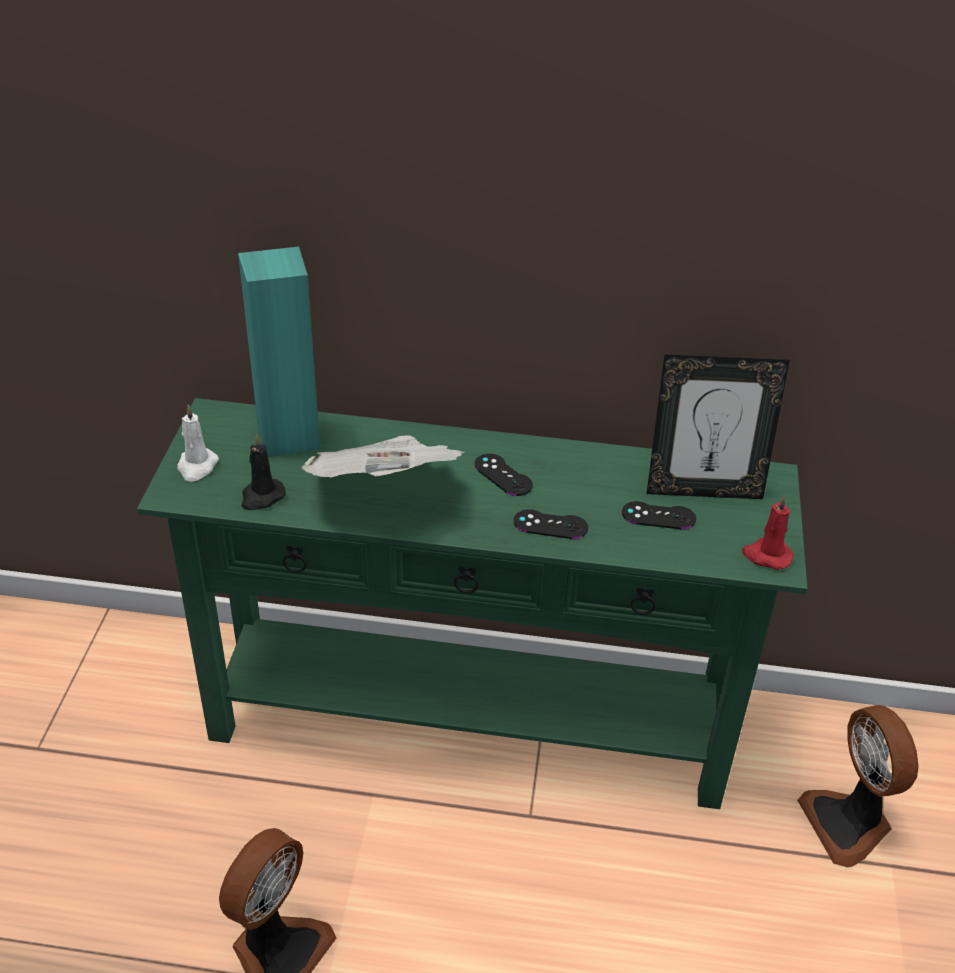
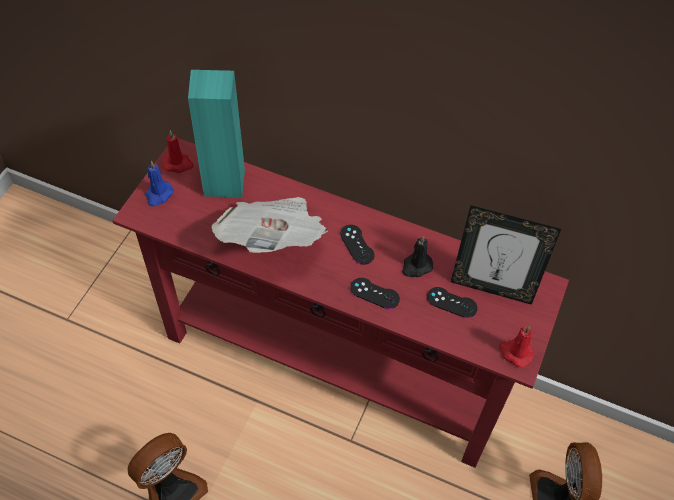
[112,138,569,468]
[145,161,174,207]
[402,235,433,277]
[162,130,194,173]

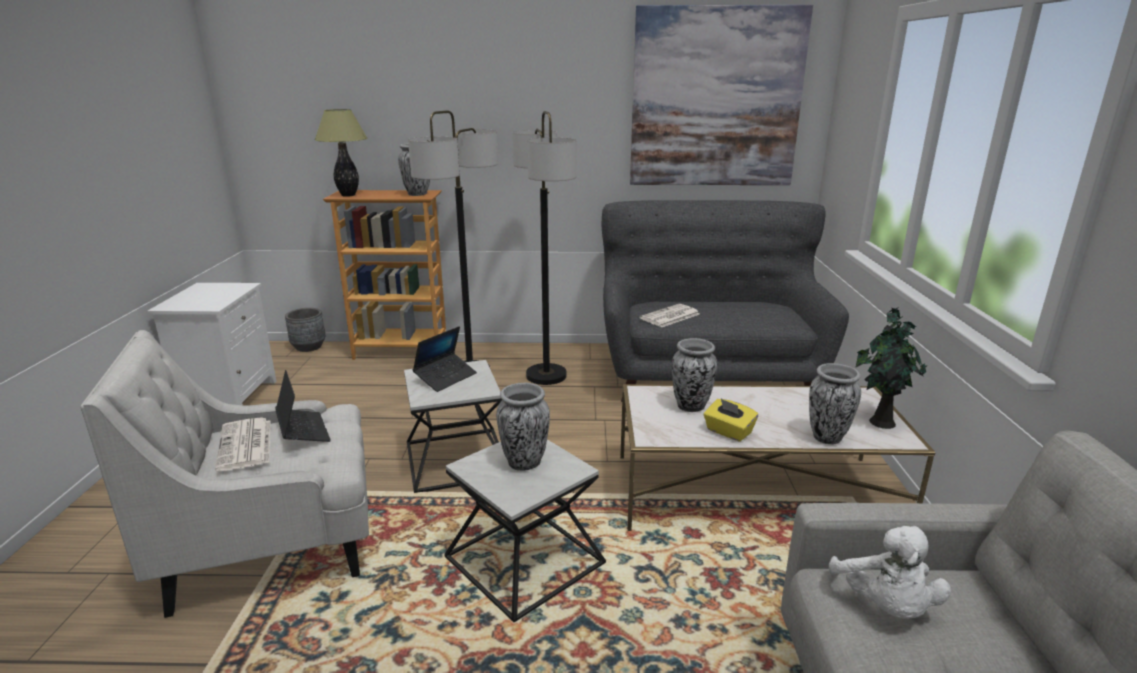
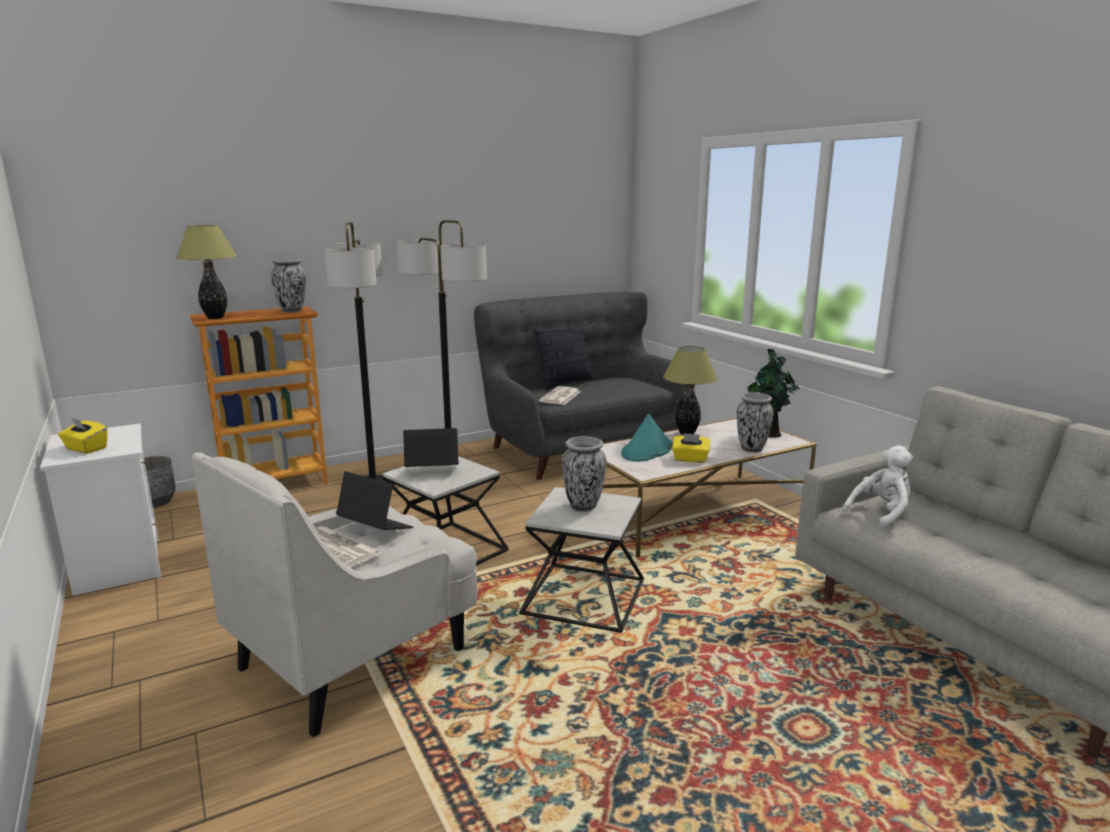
[630,5,813,185] (first image)
[403,428,459,467]
[621,414,673,461]
[842,445,913,530]
[533,328,595,390]
[663,346,718,435]
[58,417,107,454]

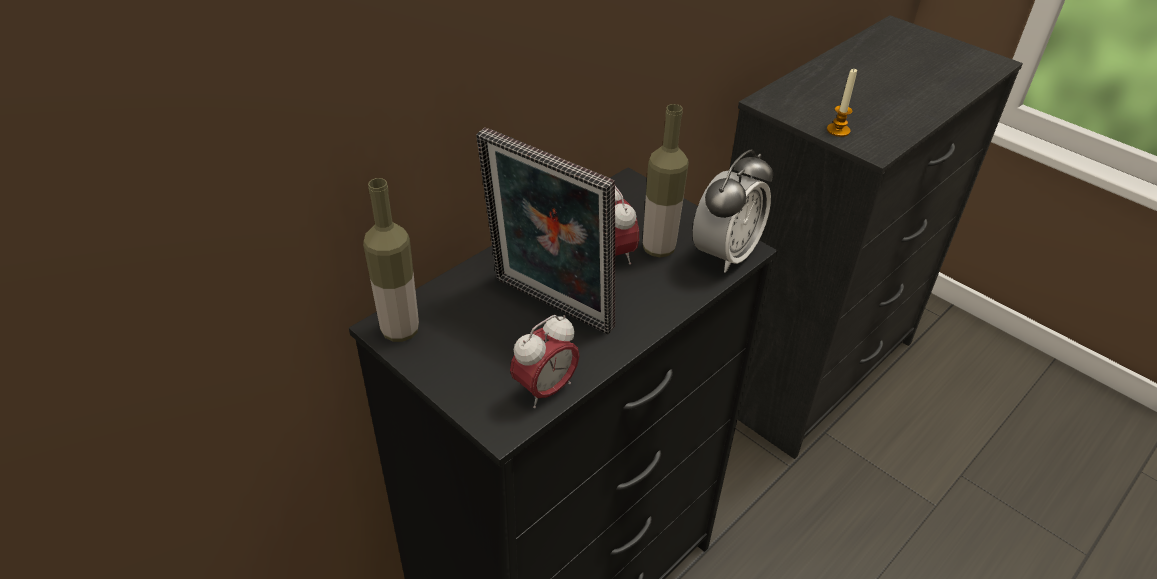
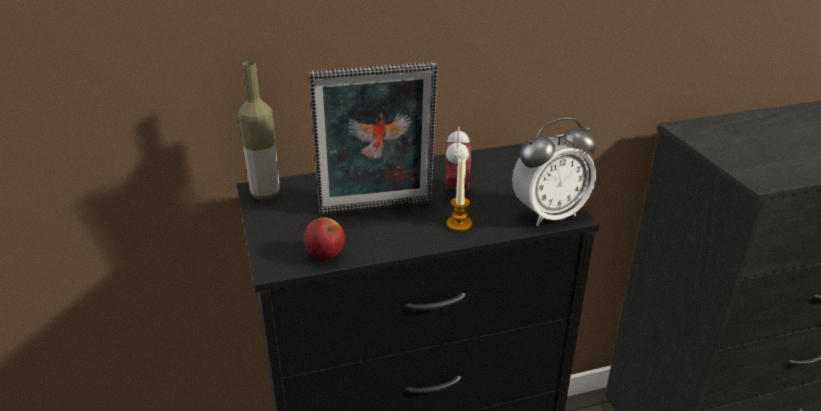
[447,158,472,231]
[643,104,689,257] (first image)
[309,62,438,214]
[304,217,345,260]

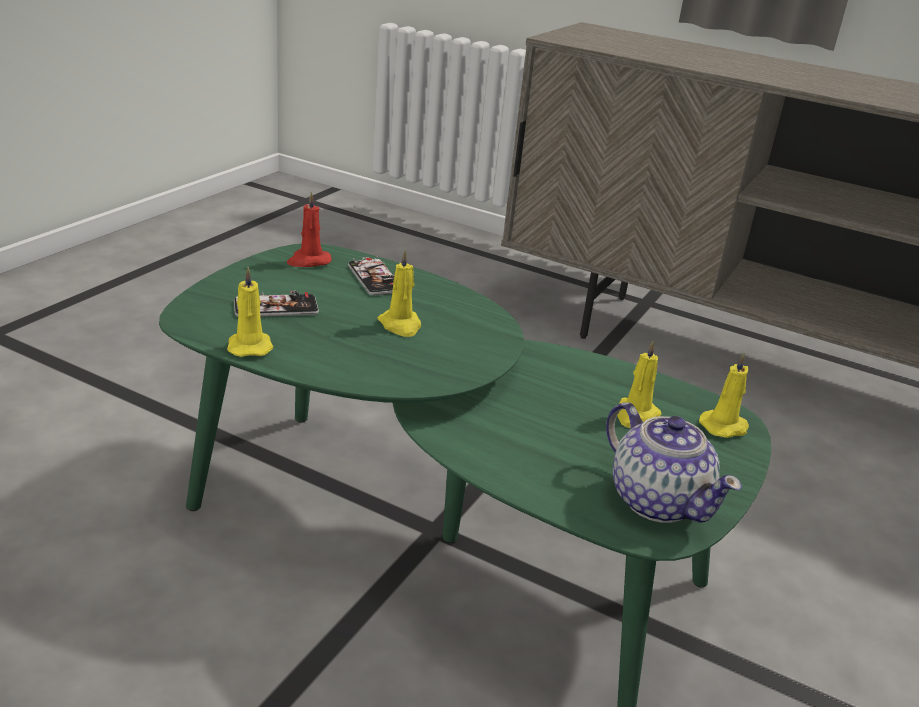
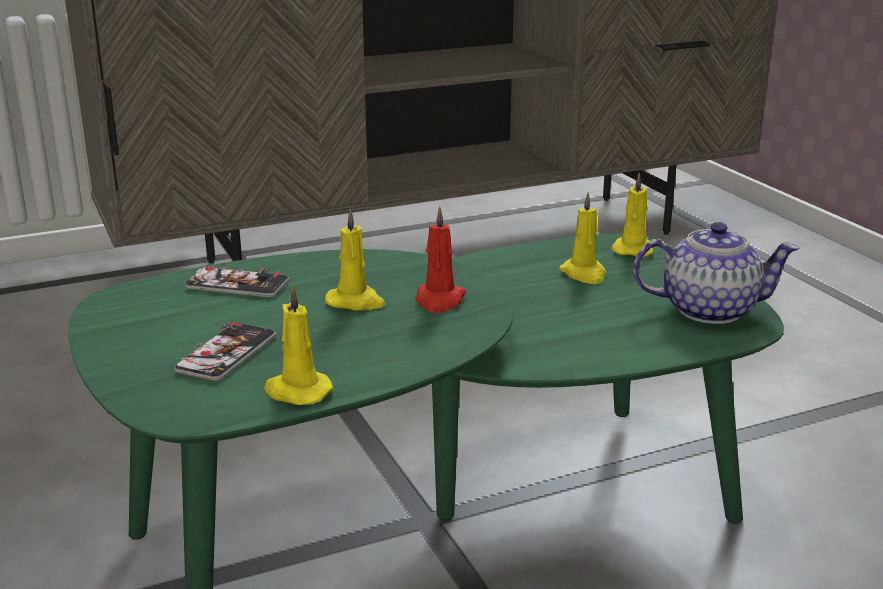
[415,206,466,313]

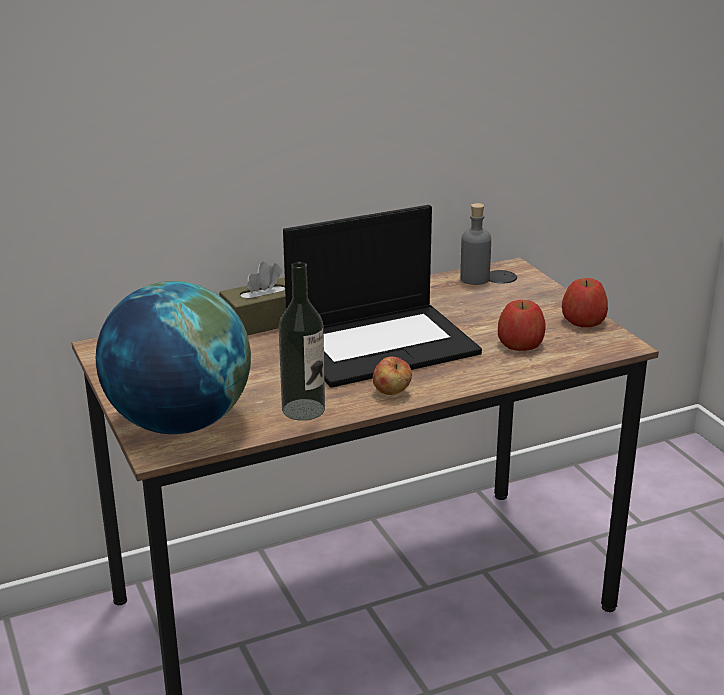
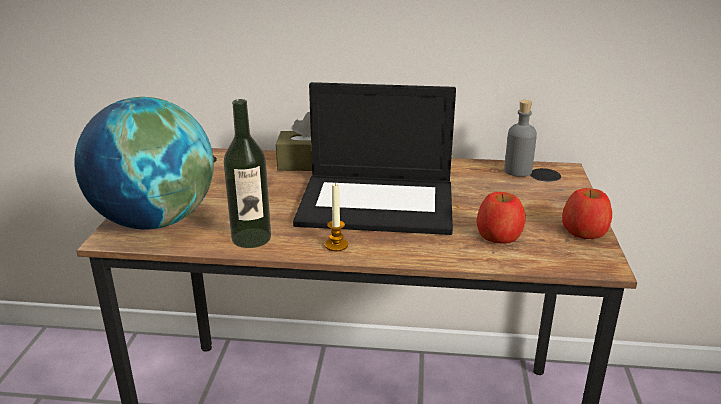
[325,183,348,251]

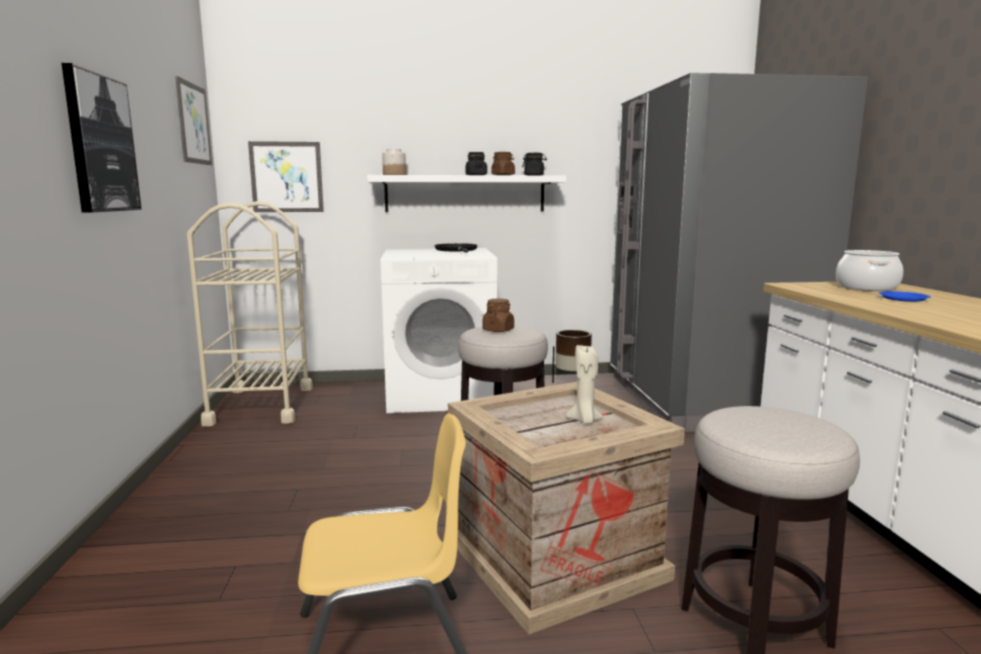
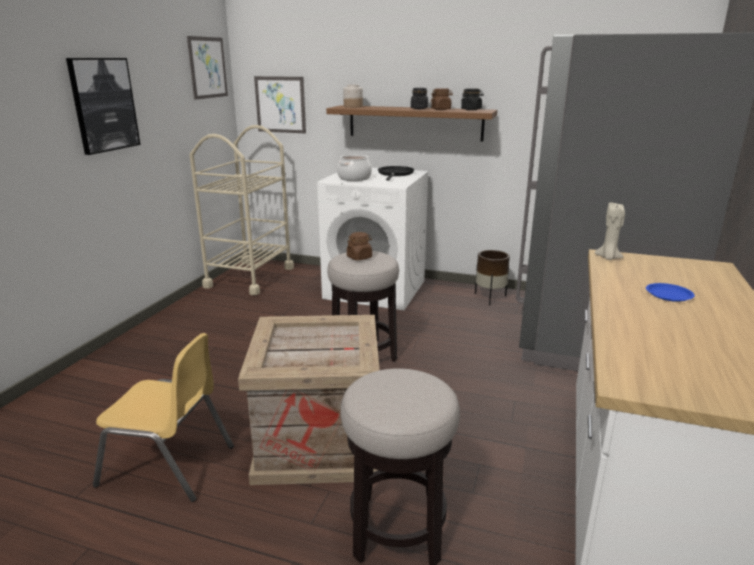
[326,105,497,142]
[337,155,372,181]
[595,202,625,260]

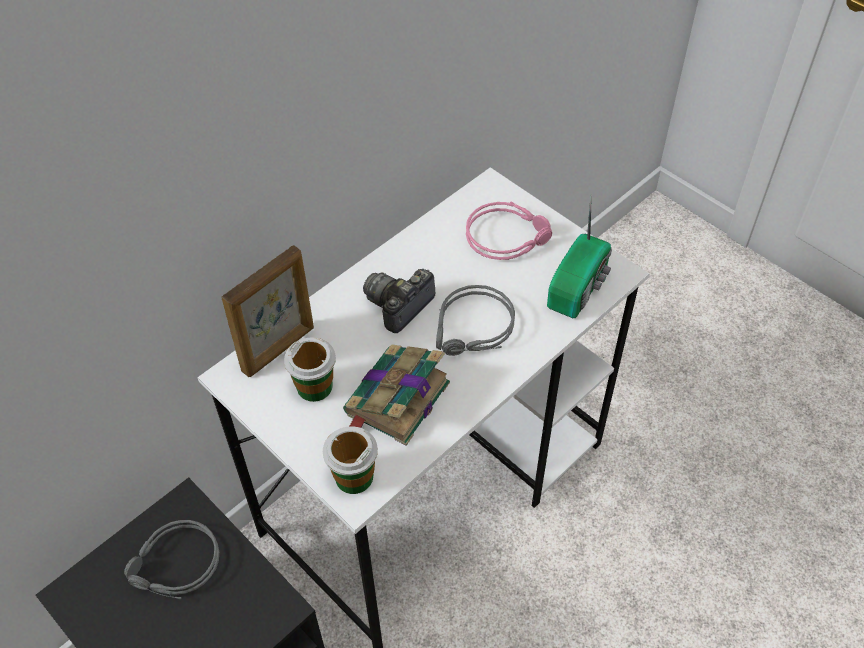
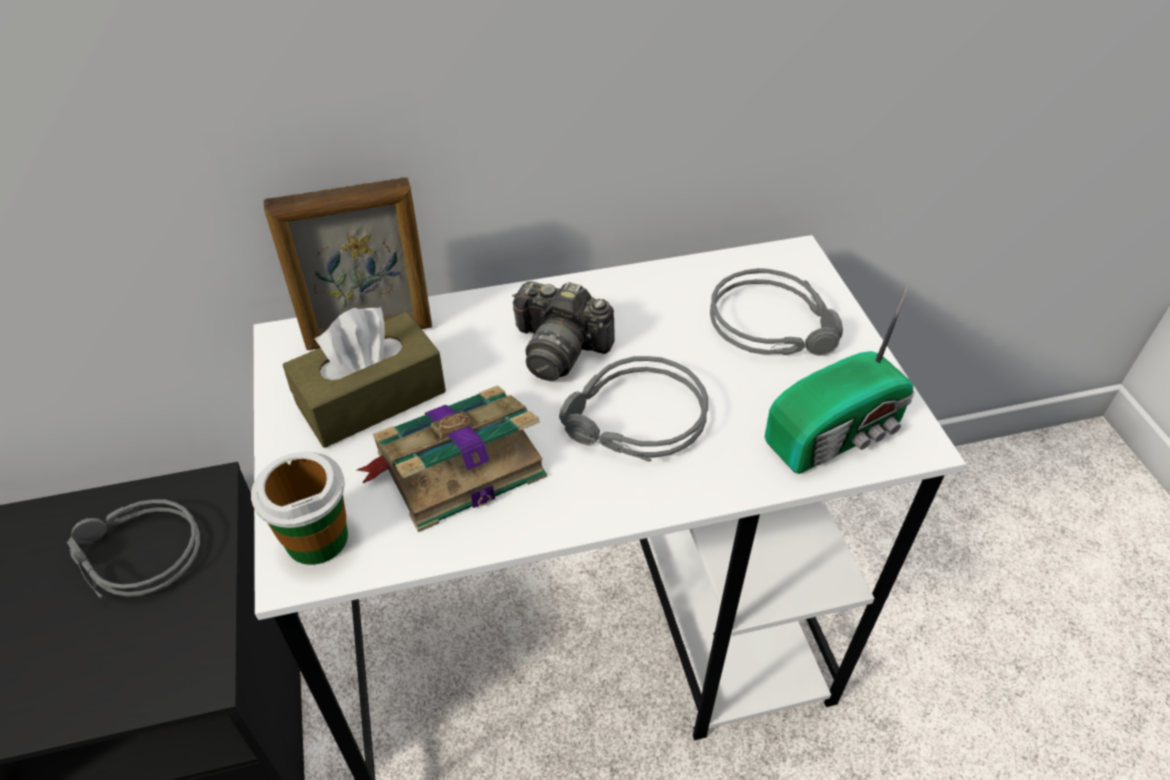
[710,268,843,356]
[512,281,615,381]
[283,307,446,448]

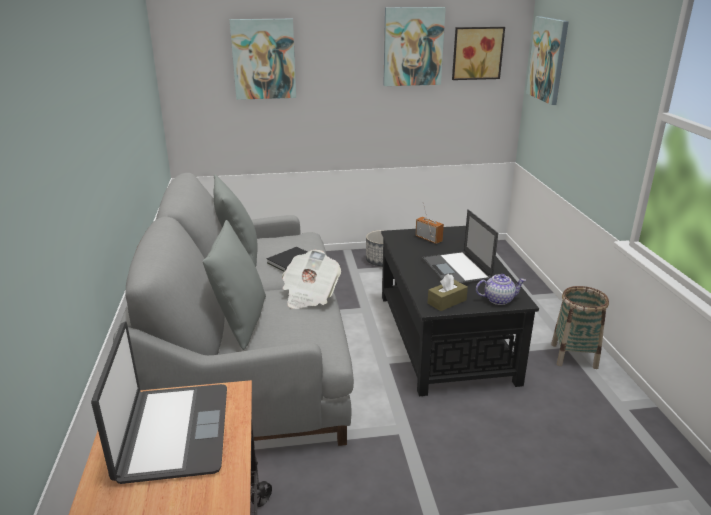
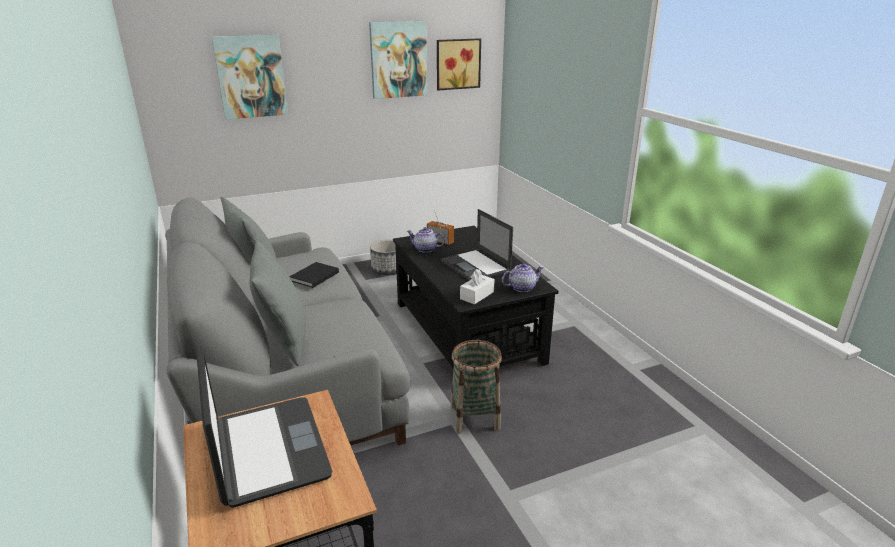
[526,16,569,105] (first image)
[282,250,341,309] (first image)
[460,269,495,305]
[451,340,502,434]
[407,227,445,253]

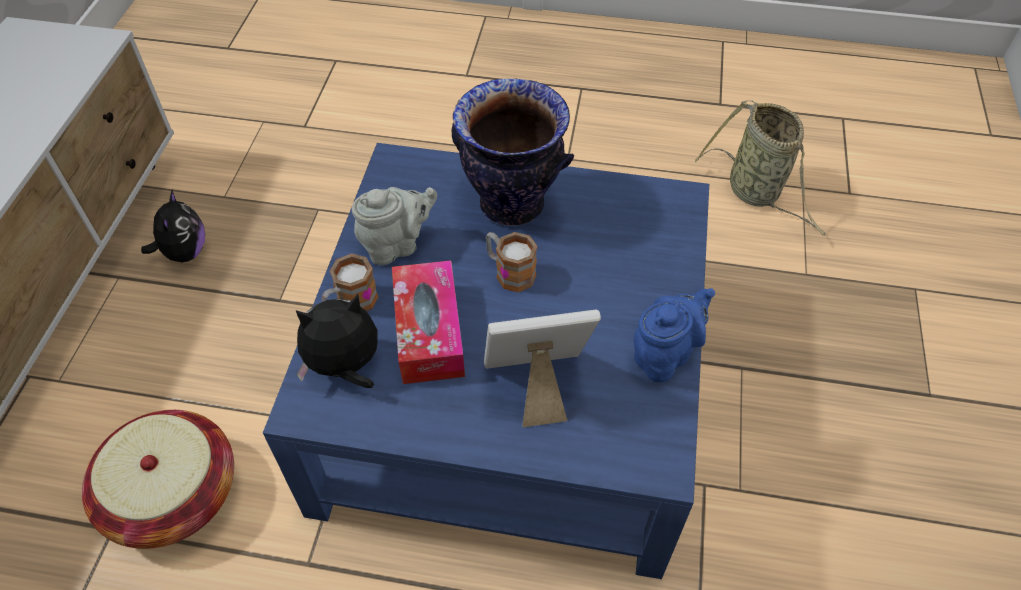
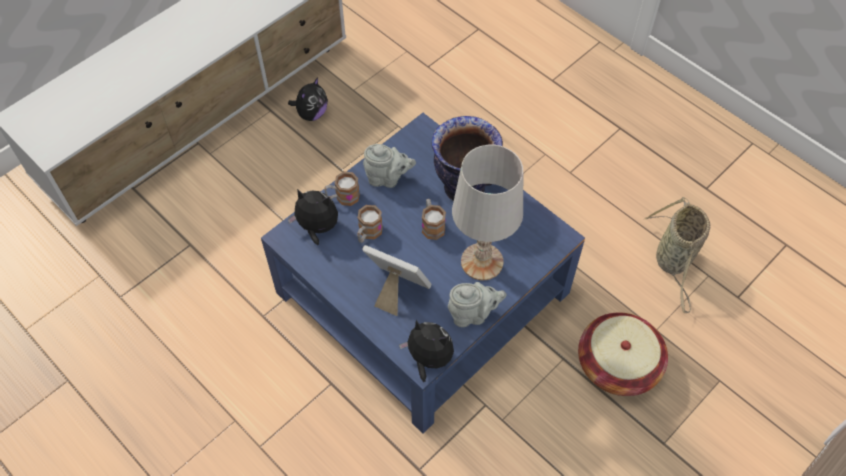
[357,205,383,243]
[448,282,507,327]
[578,312,668,396]
[452,145,523,280]
[399,320,454,382]

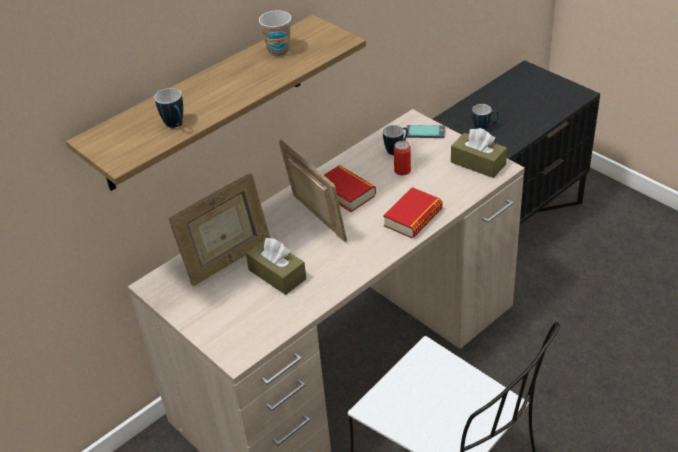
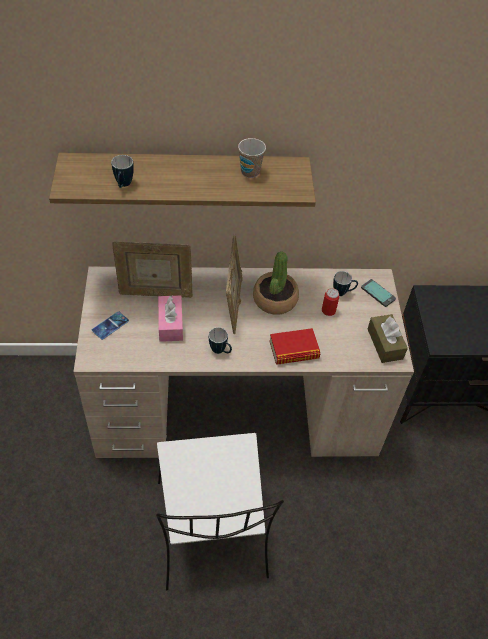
[209,327,232,354]
[253,251,299,315]
[158,295,183,342]
[92,311,129,340]

